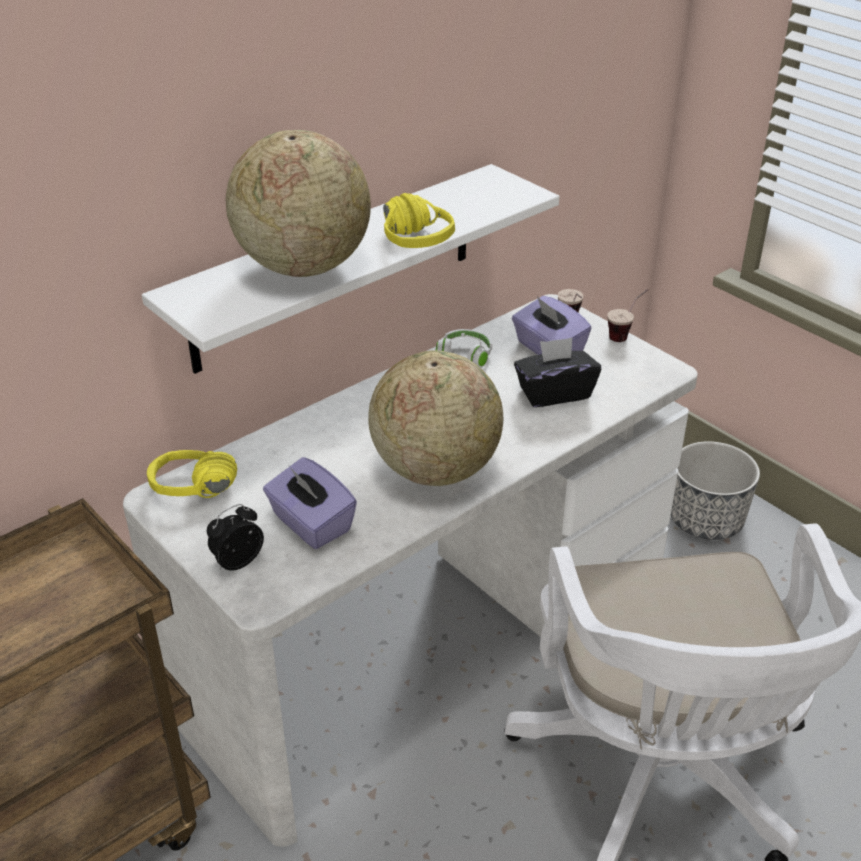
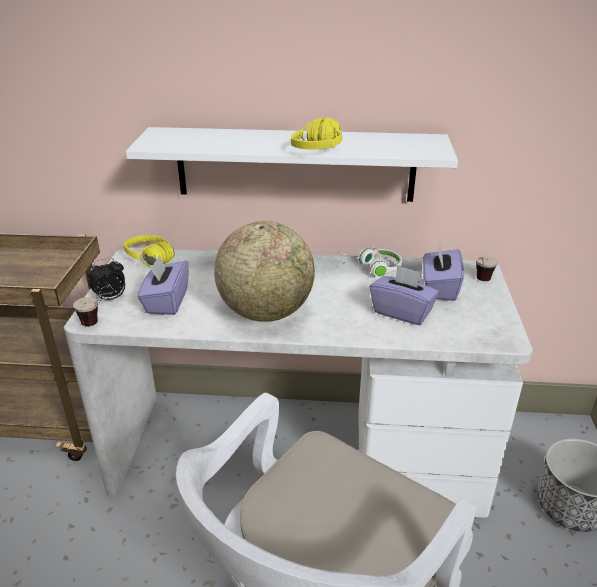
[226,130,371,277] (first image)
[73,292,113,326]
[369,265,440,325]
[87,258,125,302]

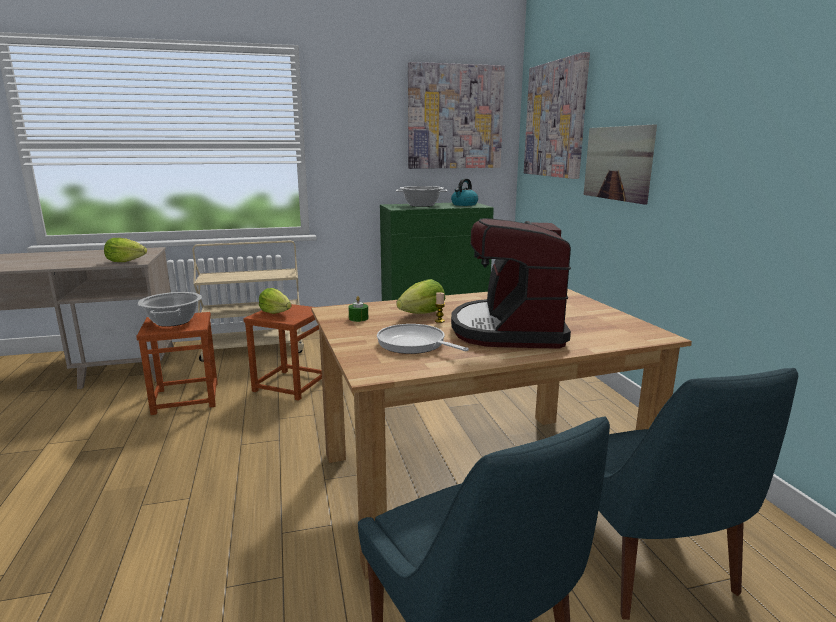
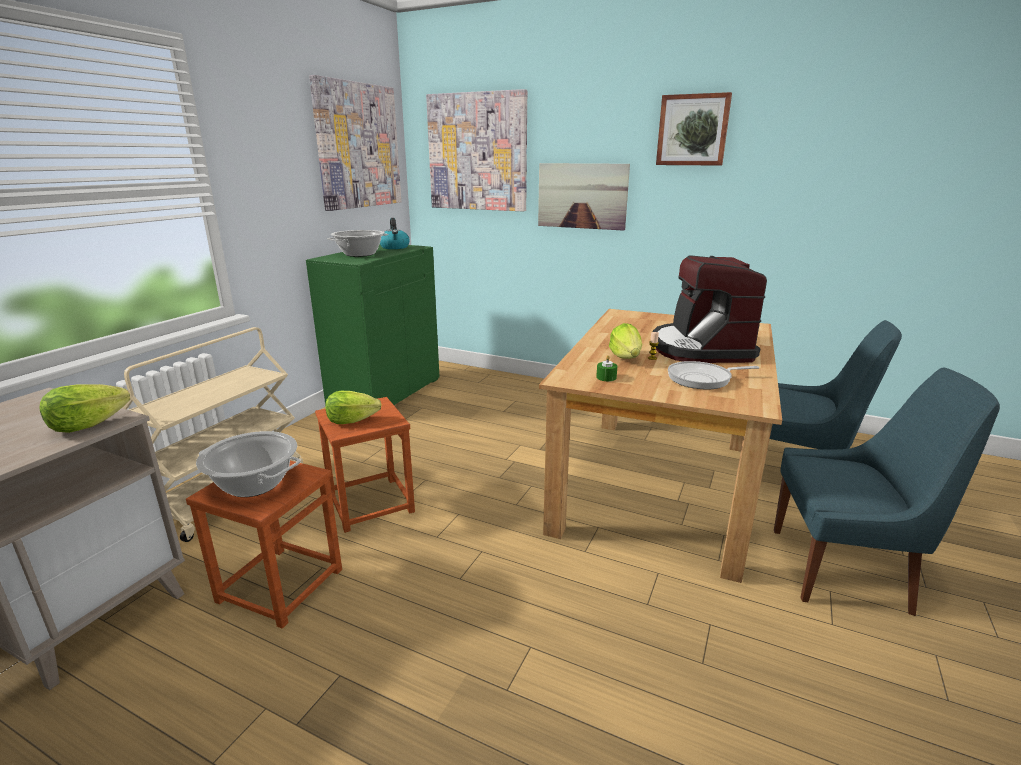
[653,255,767,363]
[656,92,732,166]

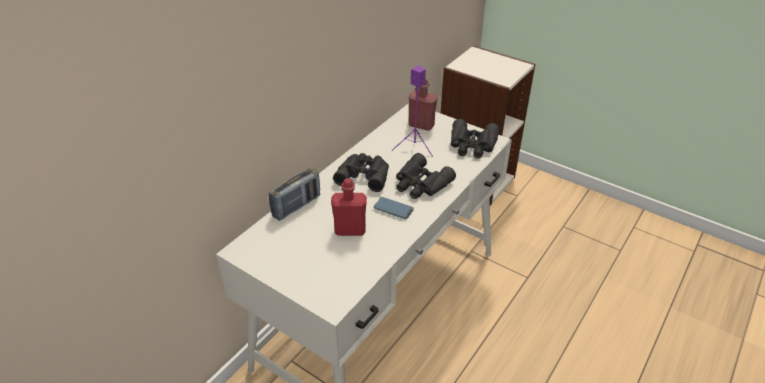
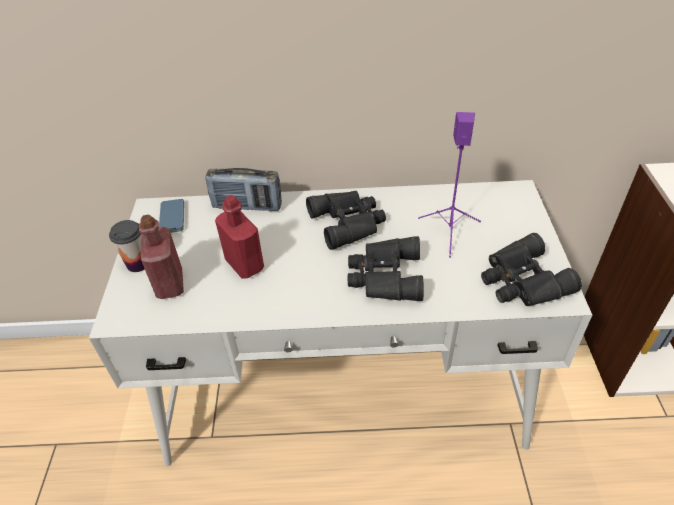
[139,214,184,299]
[159,199,184,233]
[109,220,145,272]

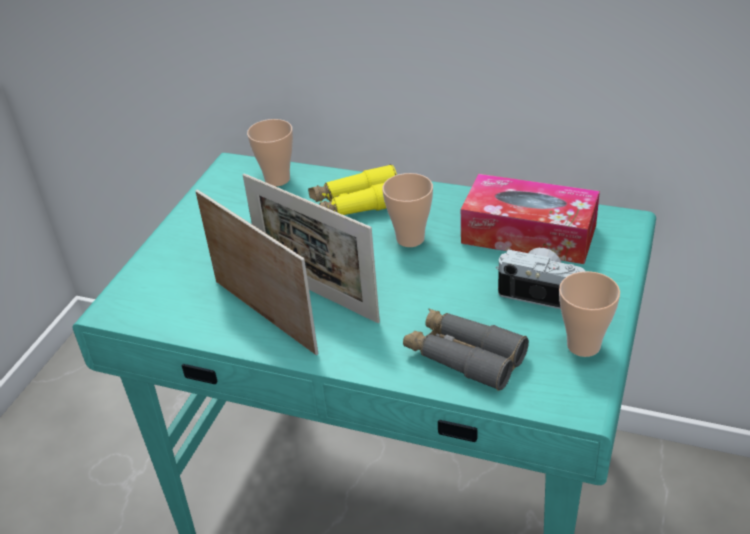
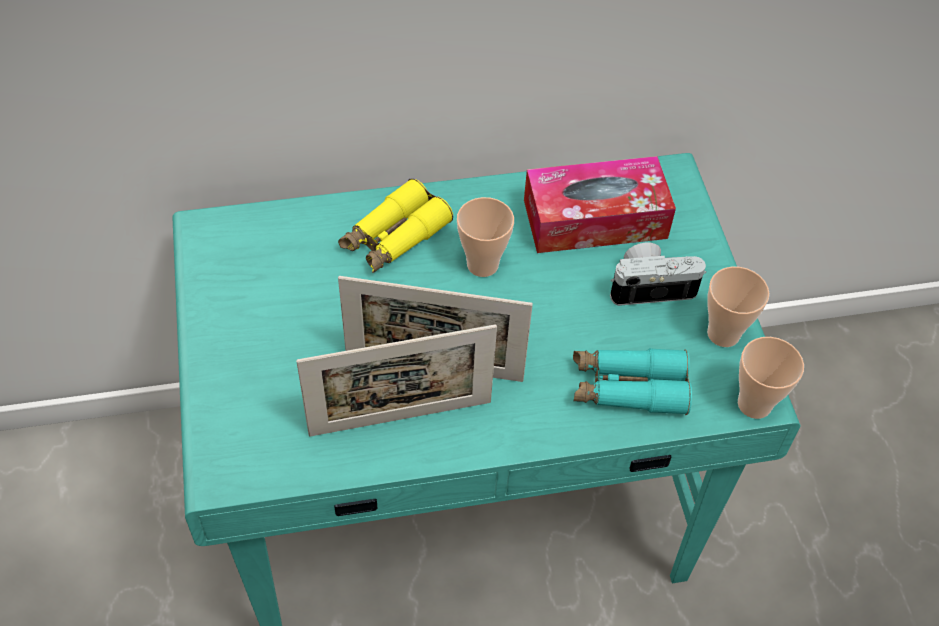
[738,337,804,419]
[296,324,497,436]
[573,348,692,415]

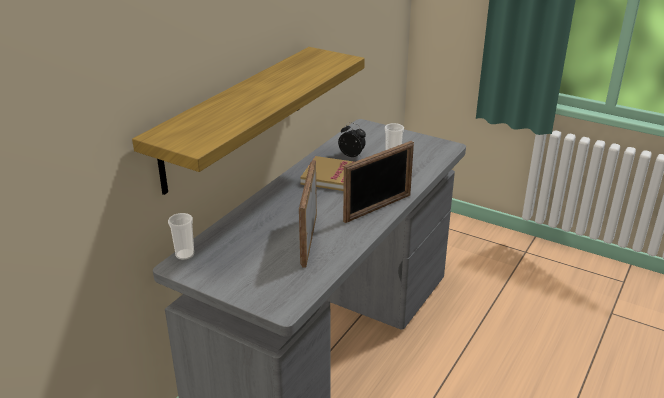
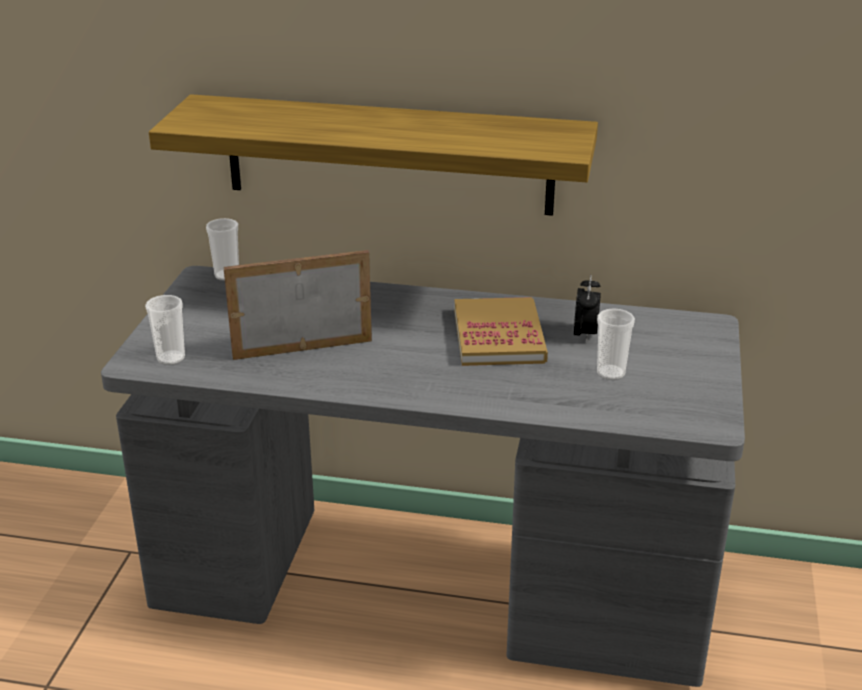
[343,141,414,223] (first image)
[145,295,185,365]

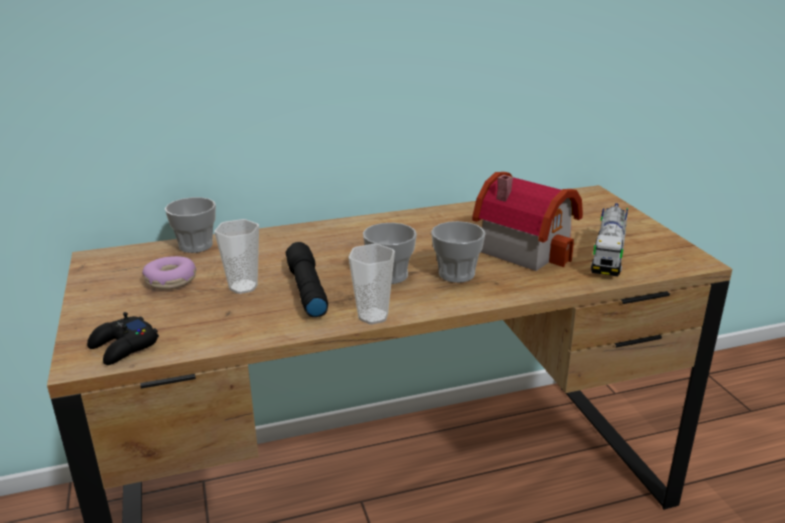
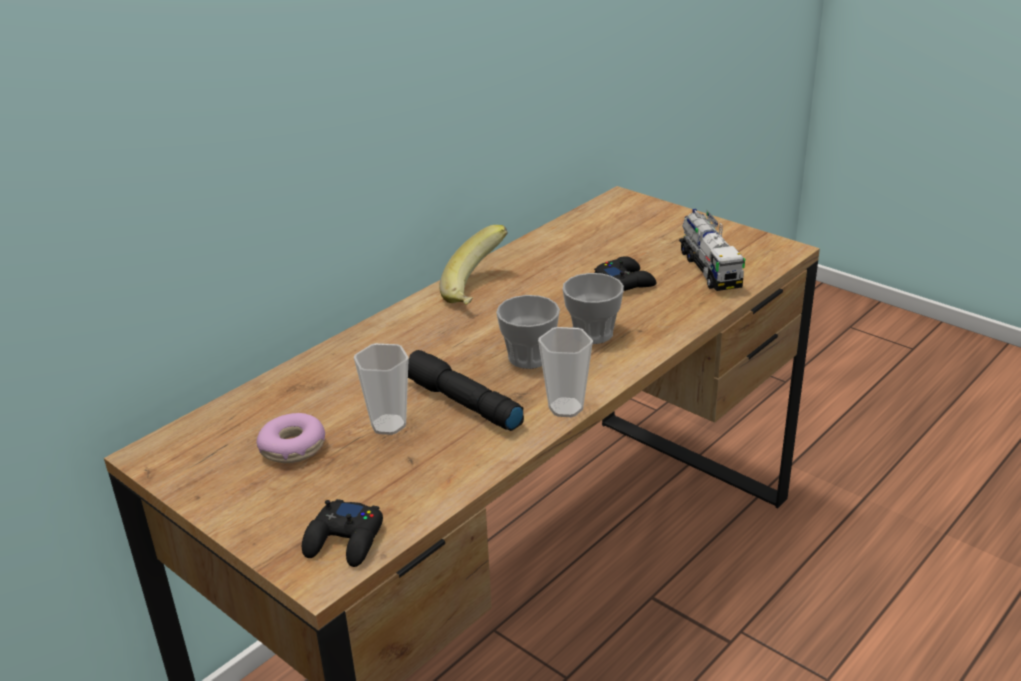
[594,256,656,291]
[165,197,216,253] (first image)
[439,225,508,305]

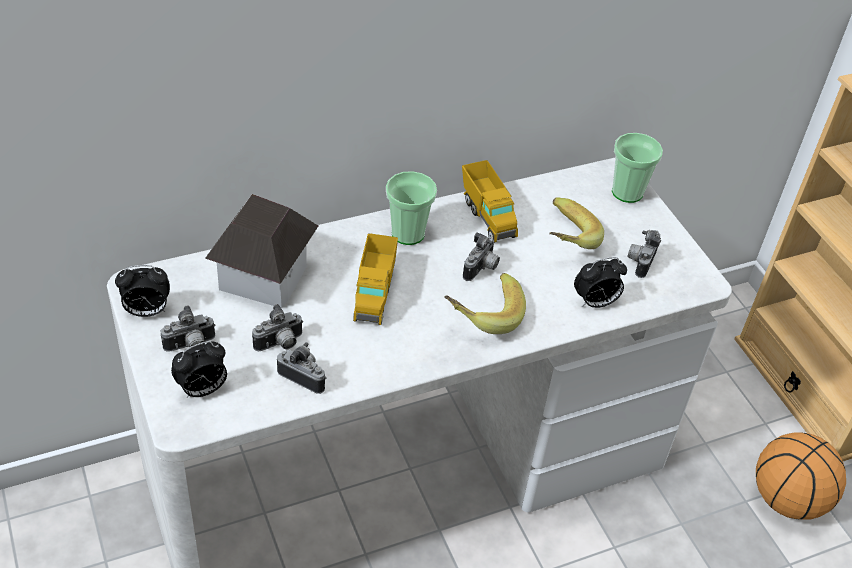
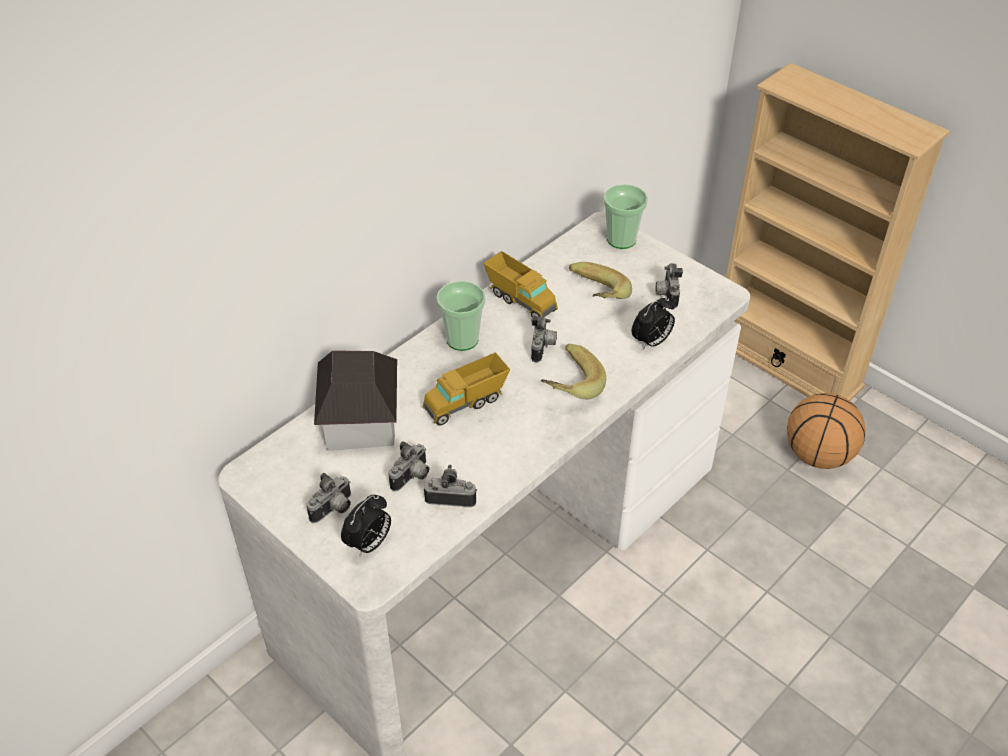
[422,353,510,426]
[115,265,170,317] (first image)

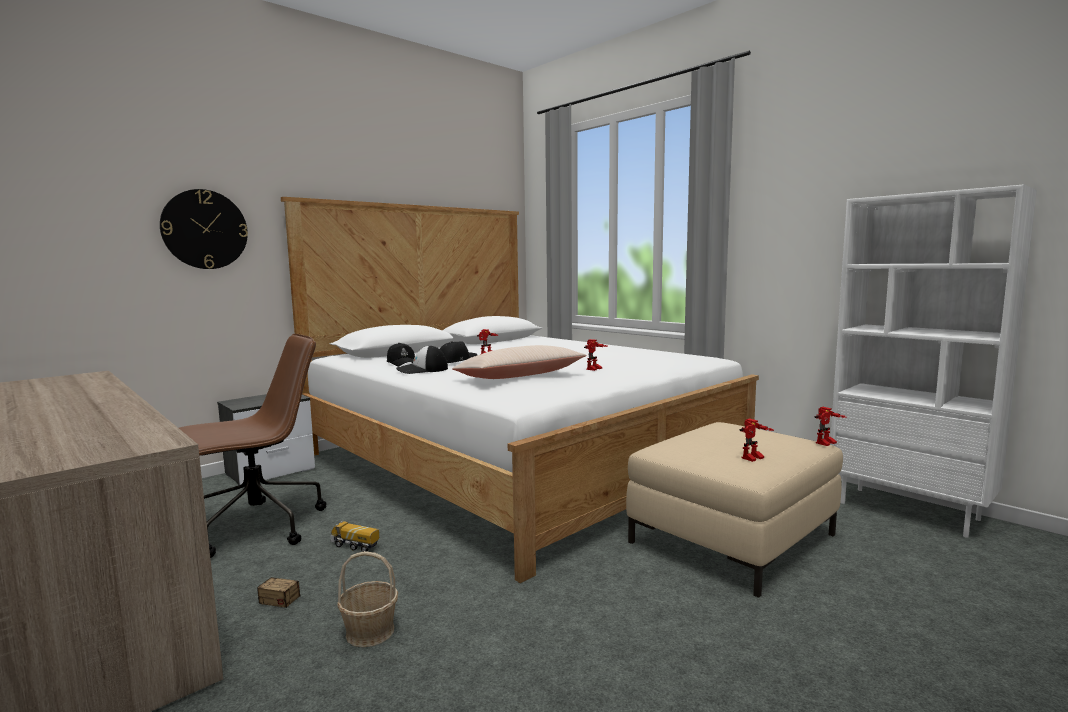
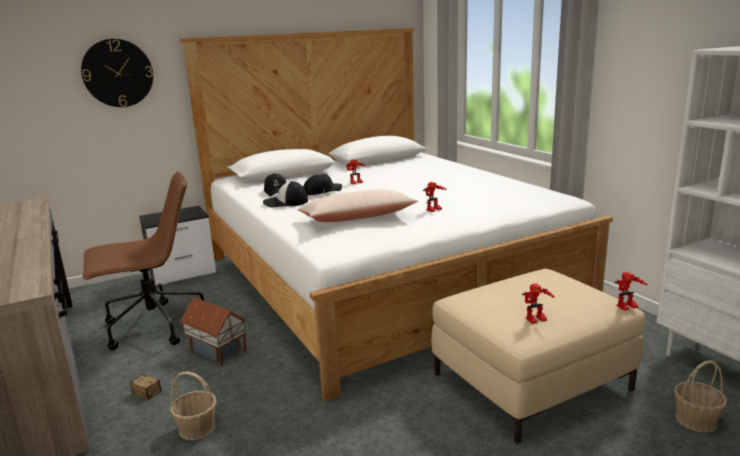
[180,297,247,367]
[674,360,727,433]

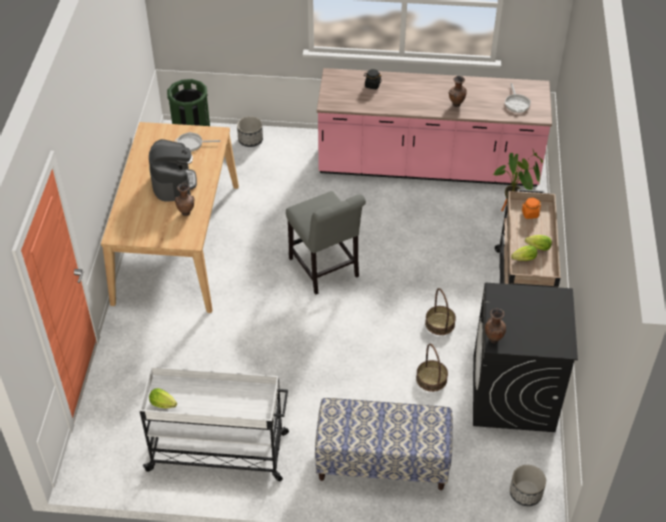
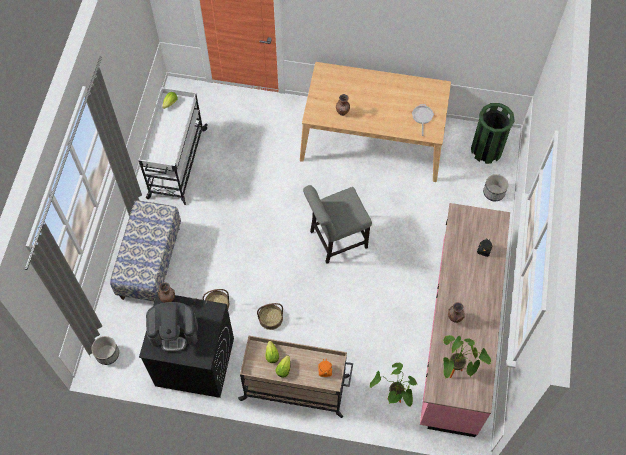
[443,335,491,379]
[146,302,198,352]

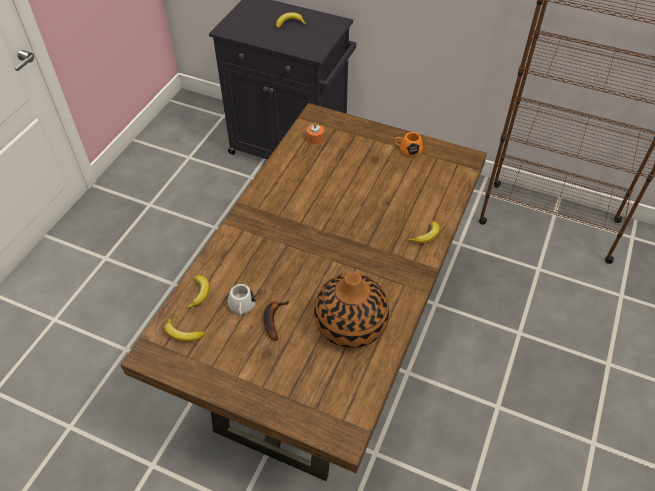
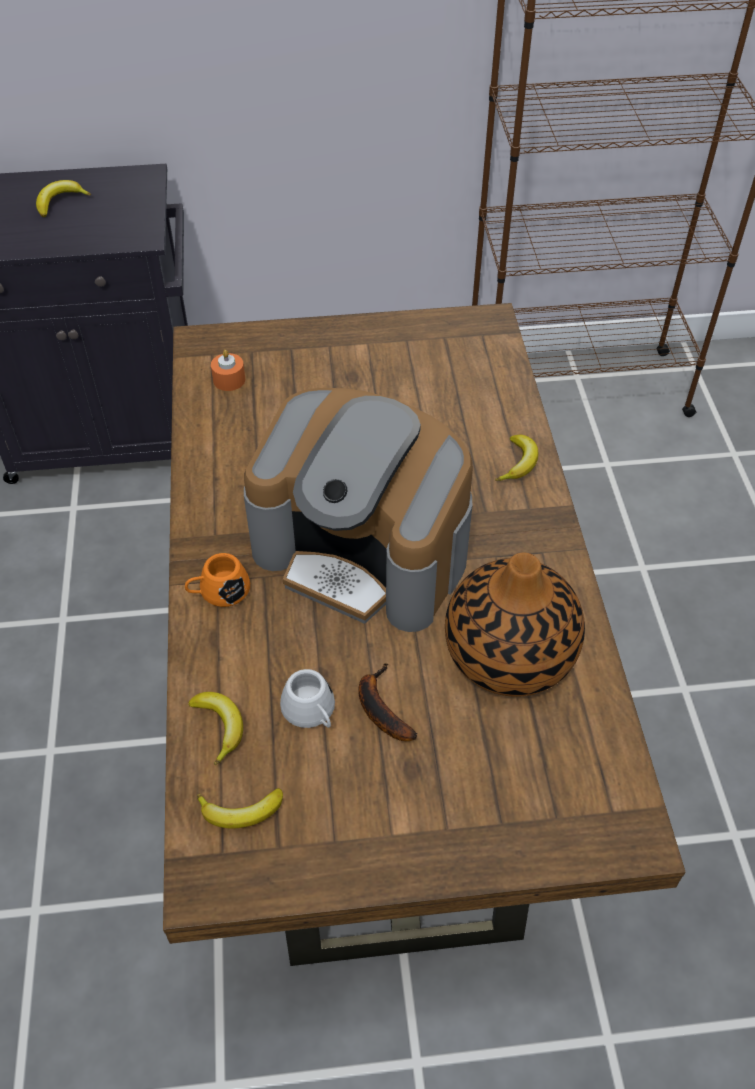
[185,553,250,607]
[244,388,473,632]

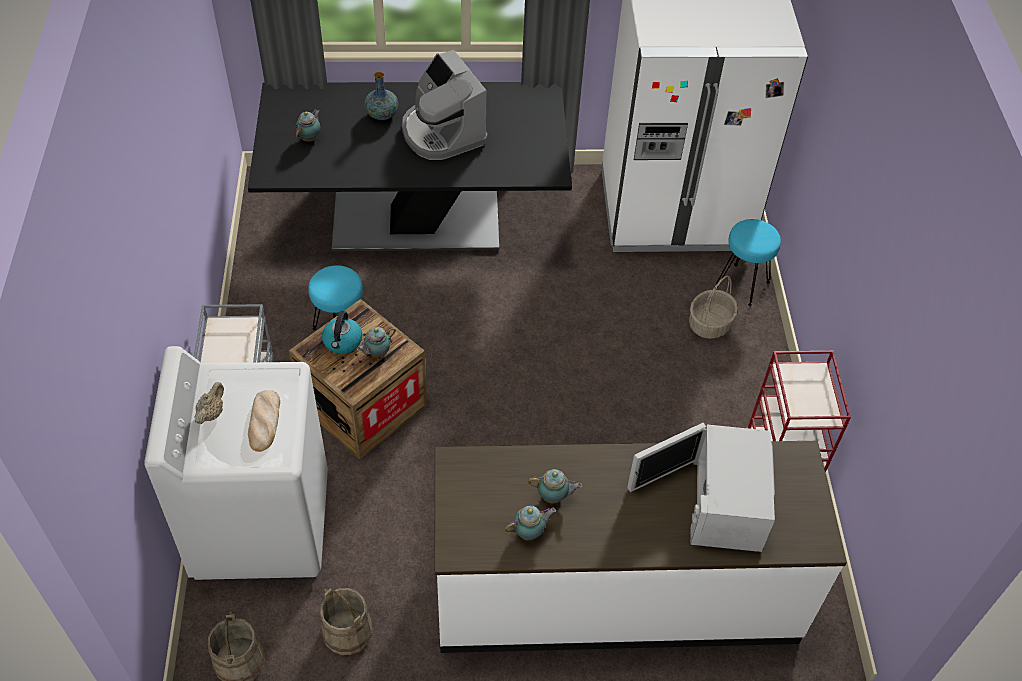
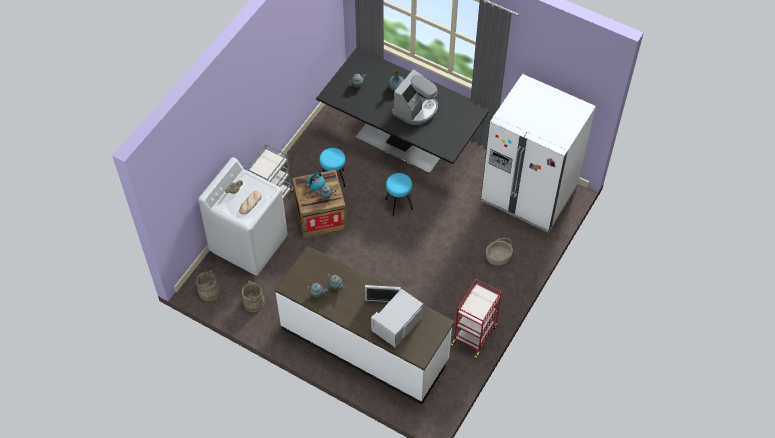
[392,69,438,125]
[385,173,413,216]

